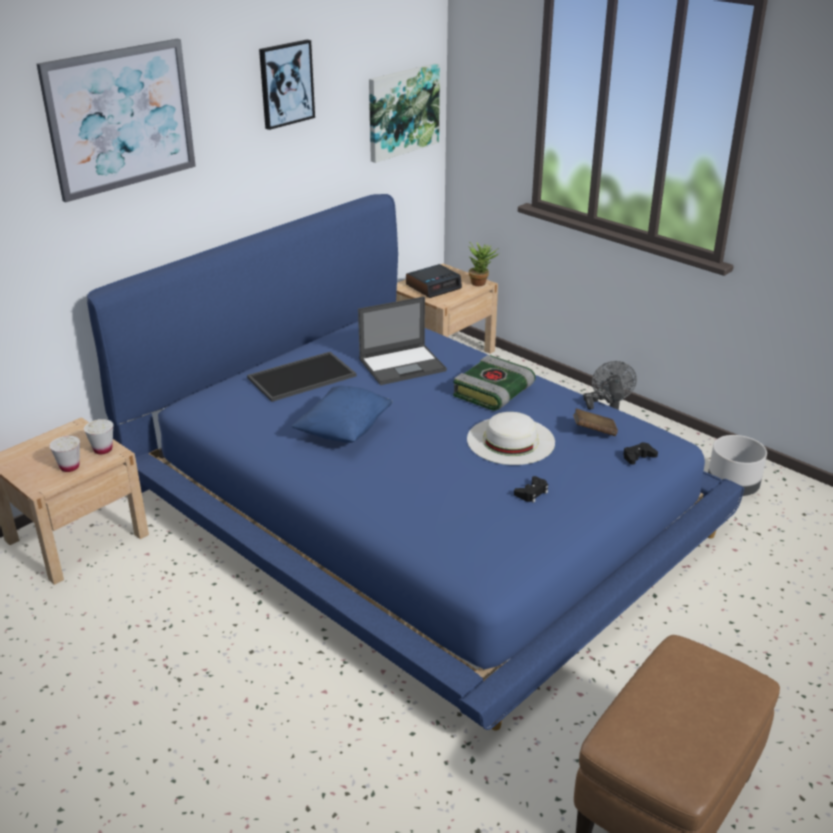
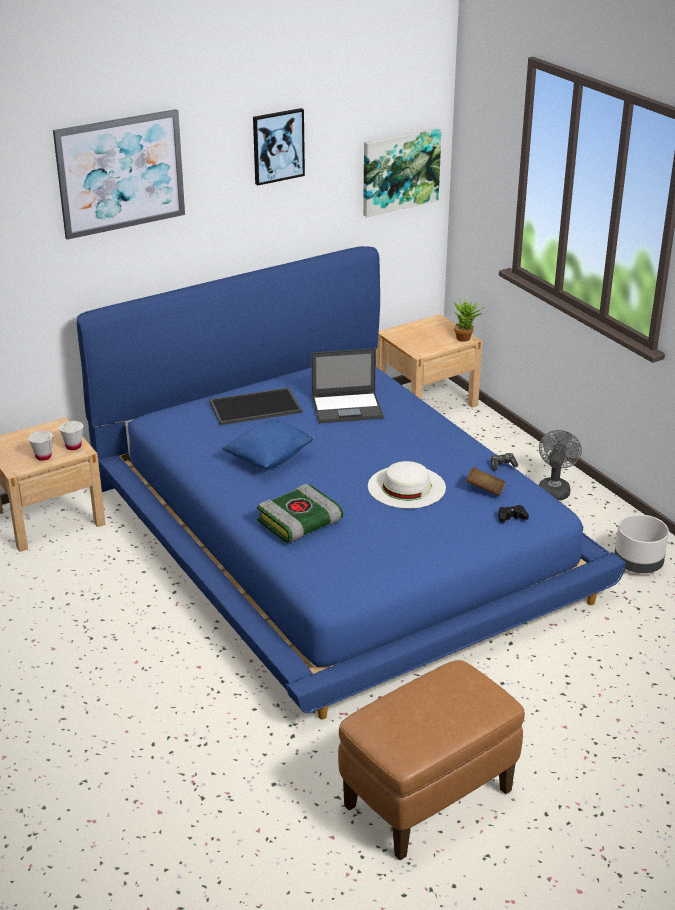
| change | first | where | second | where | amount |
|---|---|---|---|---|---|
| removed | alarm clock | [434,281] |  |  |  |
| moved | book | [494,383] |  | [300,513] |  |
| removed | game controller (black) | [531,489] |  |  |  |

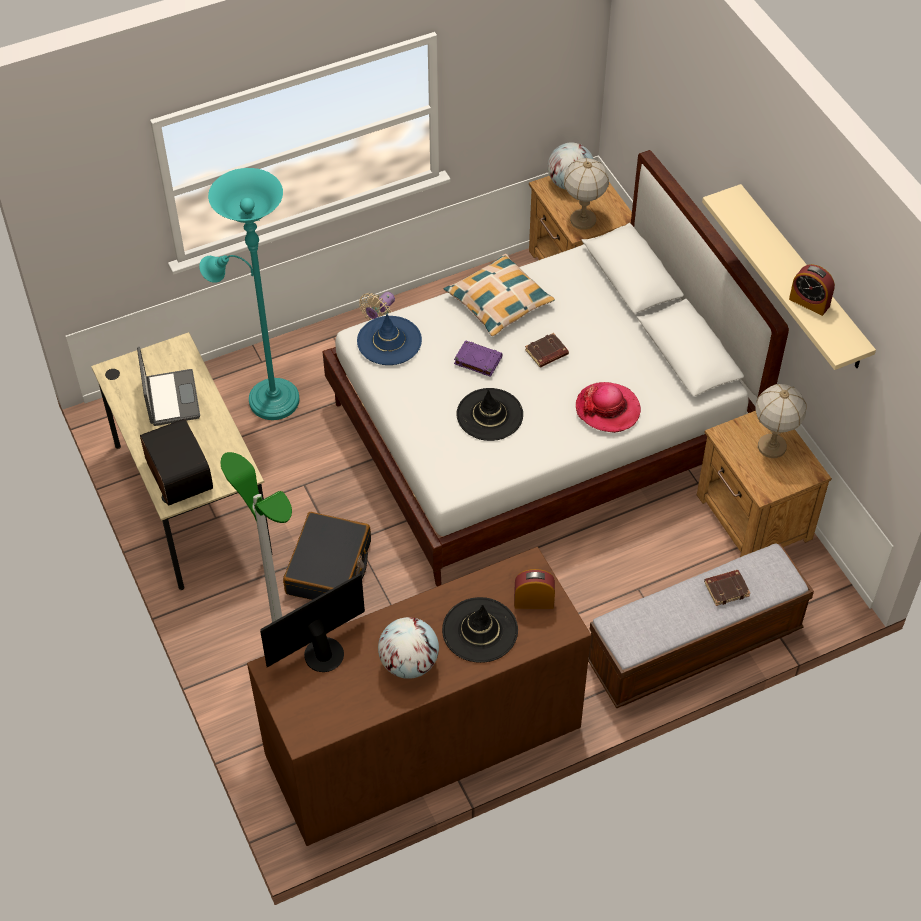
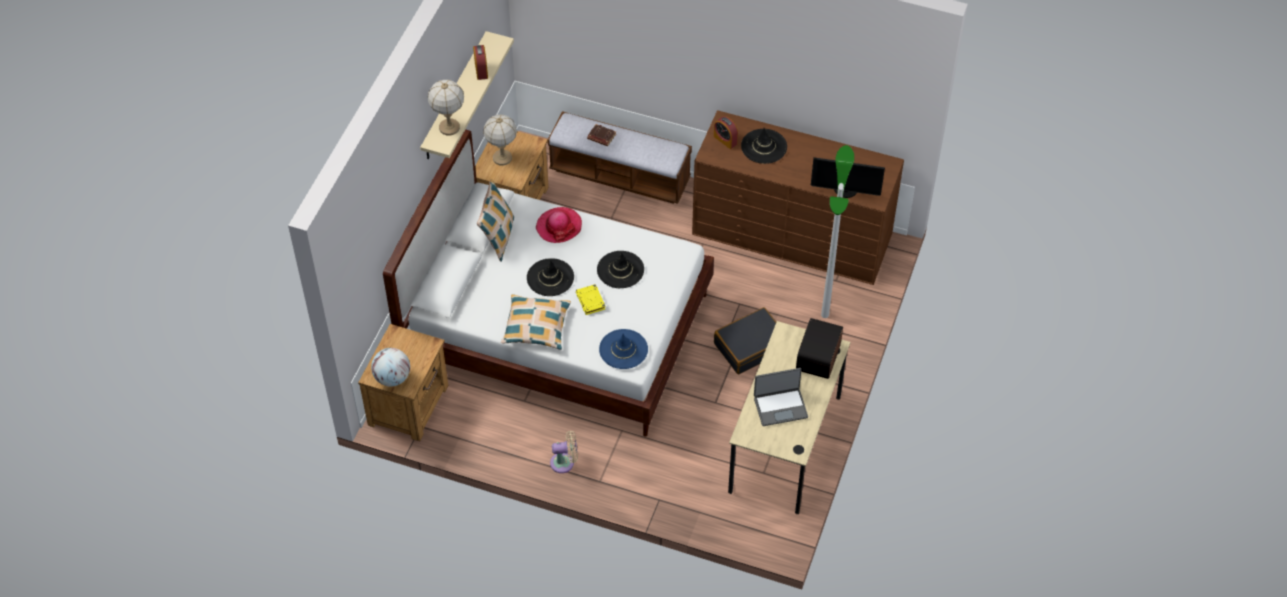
| change | first | where | second | where | amount |
|---|---|---|---|---|---|
| turned | laptop | [168,386] |  | [781,397] | 135 degrees counterclockwise |
| removed | floor lamp (turquoise) | [249,294] |  |  |  |
| removed | globe | [408,648] |  |  |  |
| recoloured | book (purple) | [478,358] | book (yellow) | [591,299] |  |
| replaced | book (brown) | [547,350] | hat (black) | [550,277] |  |
| moved | table lamp | [586,194] |  | [446,108] |  |
| added |  |  | pillow | [495,220] |  |

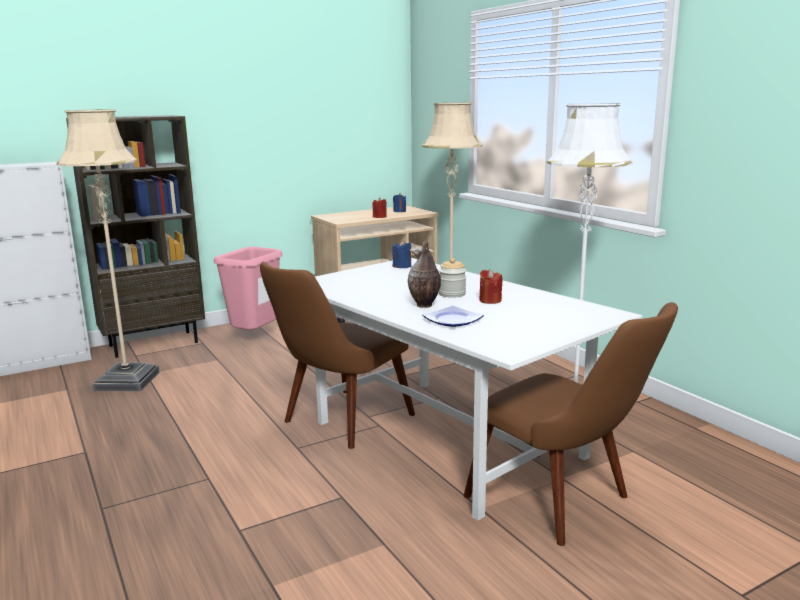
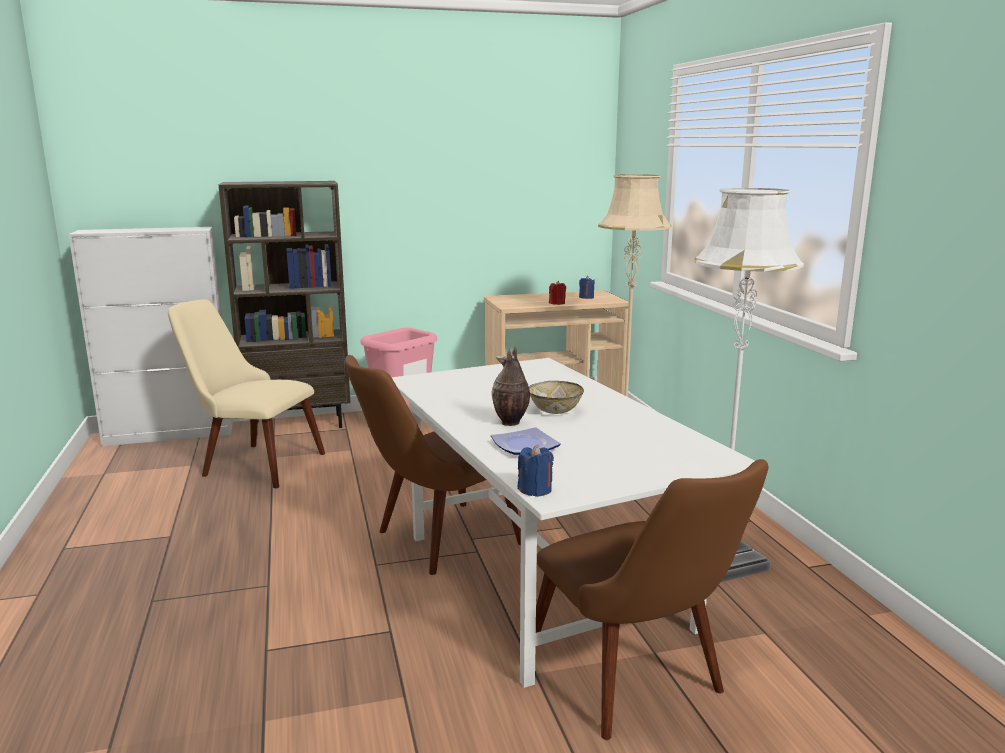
| change | first | where | second | where | amount |
|---|---|---|---|---|---|
| replaced | floor lamp (beige) | [108,250] | chair (beige) | [246,393] |  |
| moved | candle (blue) | [401,254] |  | [536,471] |  |
| replaced | jar | [452,278] | bowl | [556,397] |  |
| removed | candle (red) | [490,286] |  |  |  |

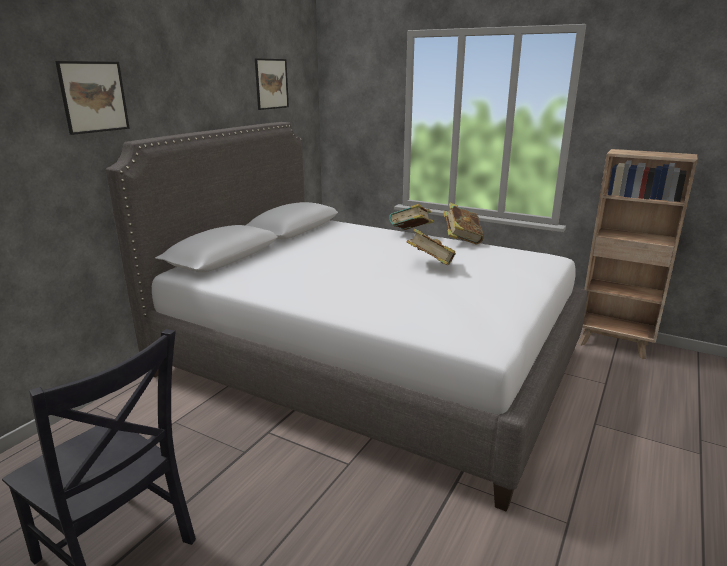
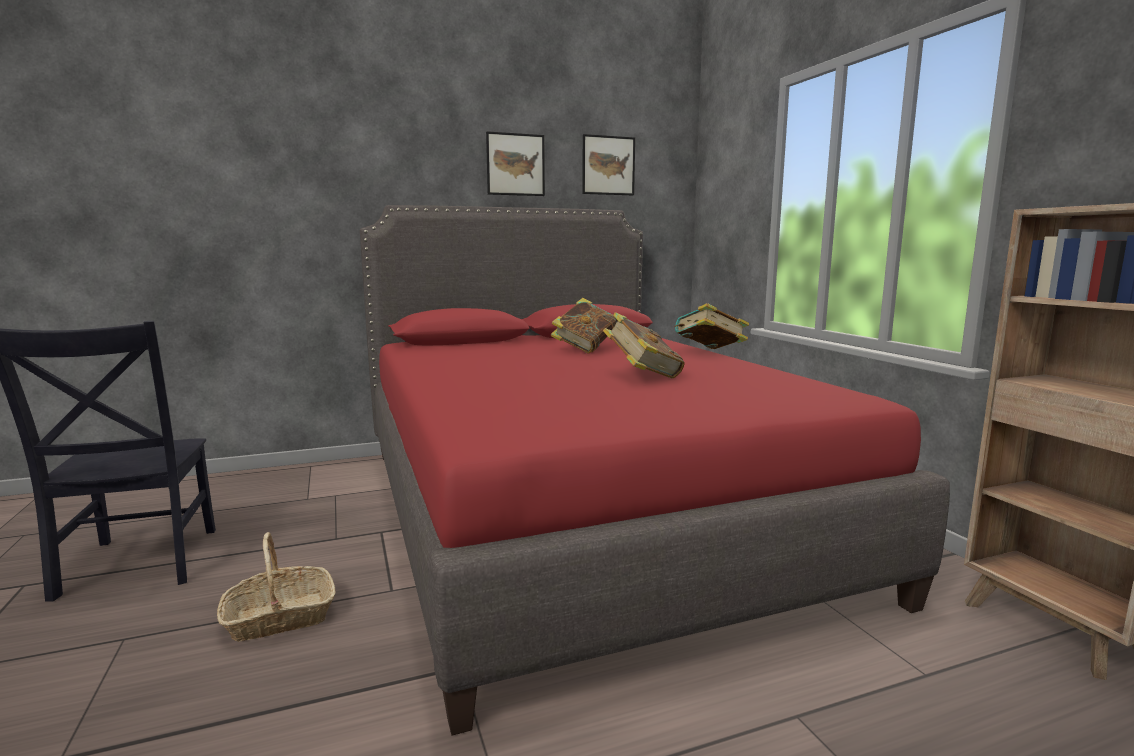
| change | first | where | second | where | amount |
|---|---|---|---|---|---|
| moved | picture | [92,98] |  | [515,163] |  |
| recoloured | bed (grey) | [346,317] | bed (red) | [655,470] |  |
| moved | book | [463,224] |  | [584,325] |  |
| added |  |  | basket | [276,587] |  |

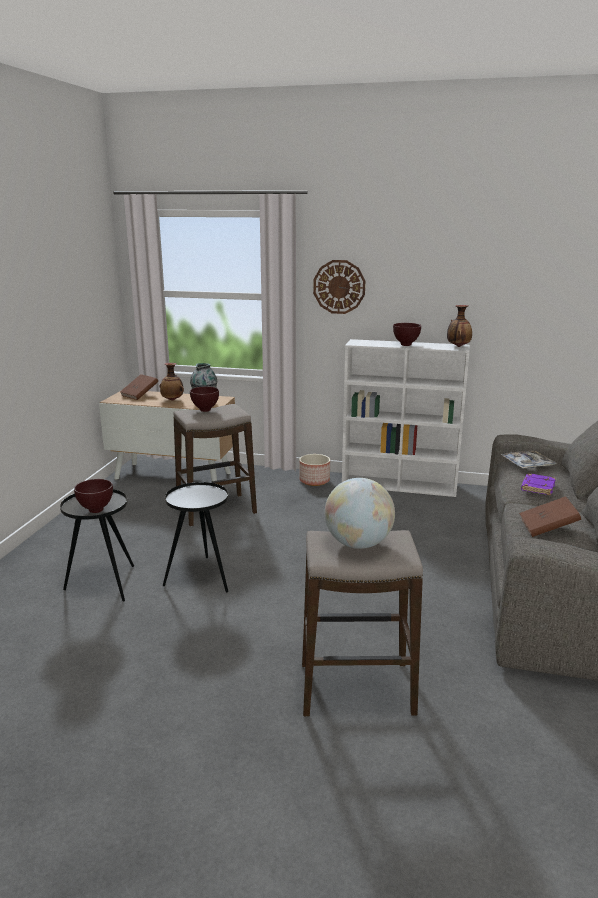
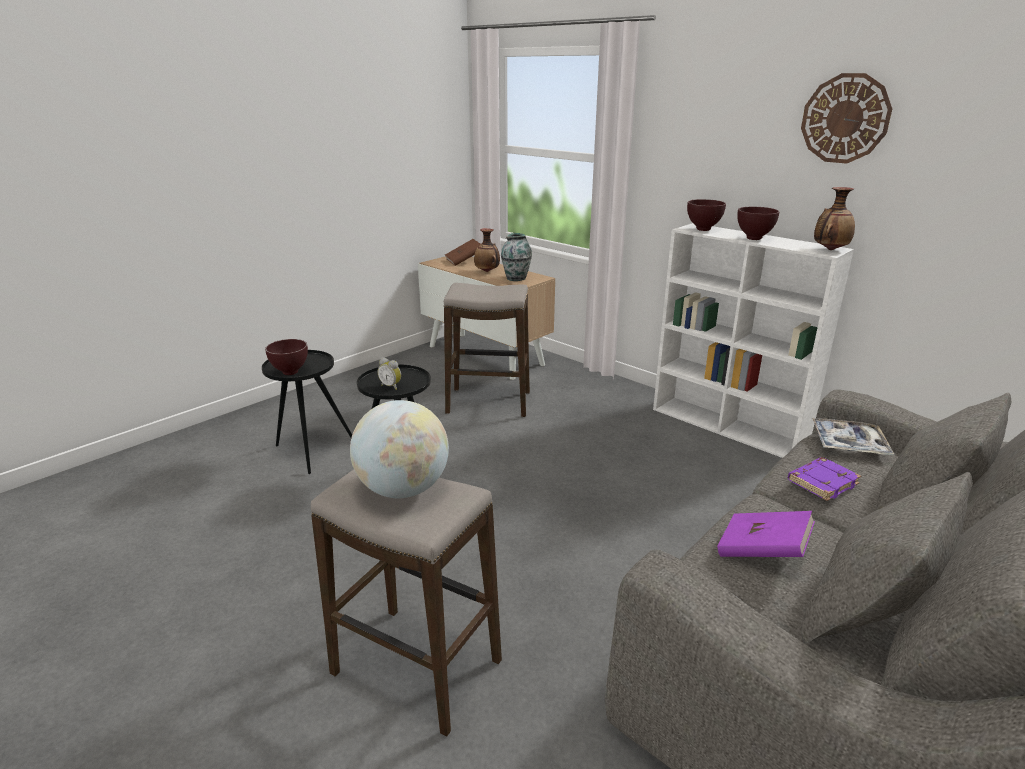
| change | first | where | second | where | amount |
|---|---|---|---|---|---|
| moved | bowl (brown) | [204,399] |  | [706,215] |  |
| removed | planter | [314,470] |  |  |  |
| moved | wall clock | [339,287] |  | [847,118] |  |
| recoloured | book (brown) | [550,516] | book (purple) | [766,534] |  |
| added |  |  | alarm clock | [389,374] |  |

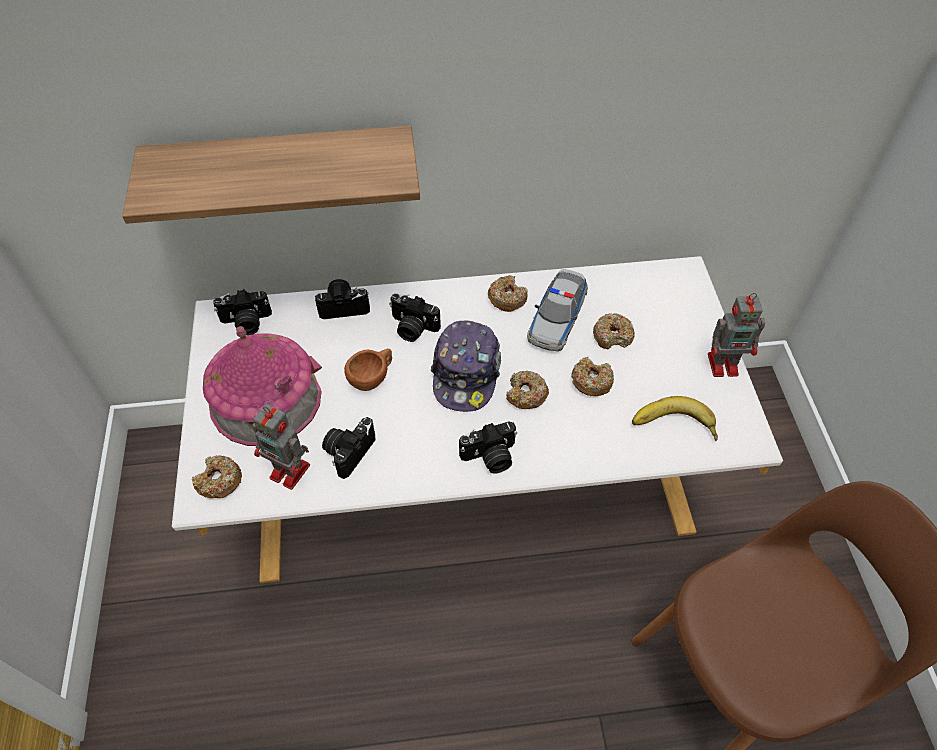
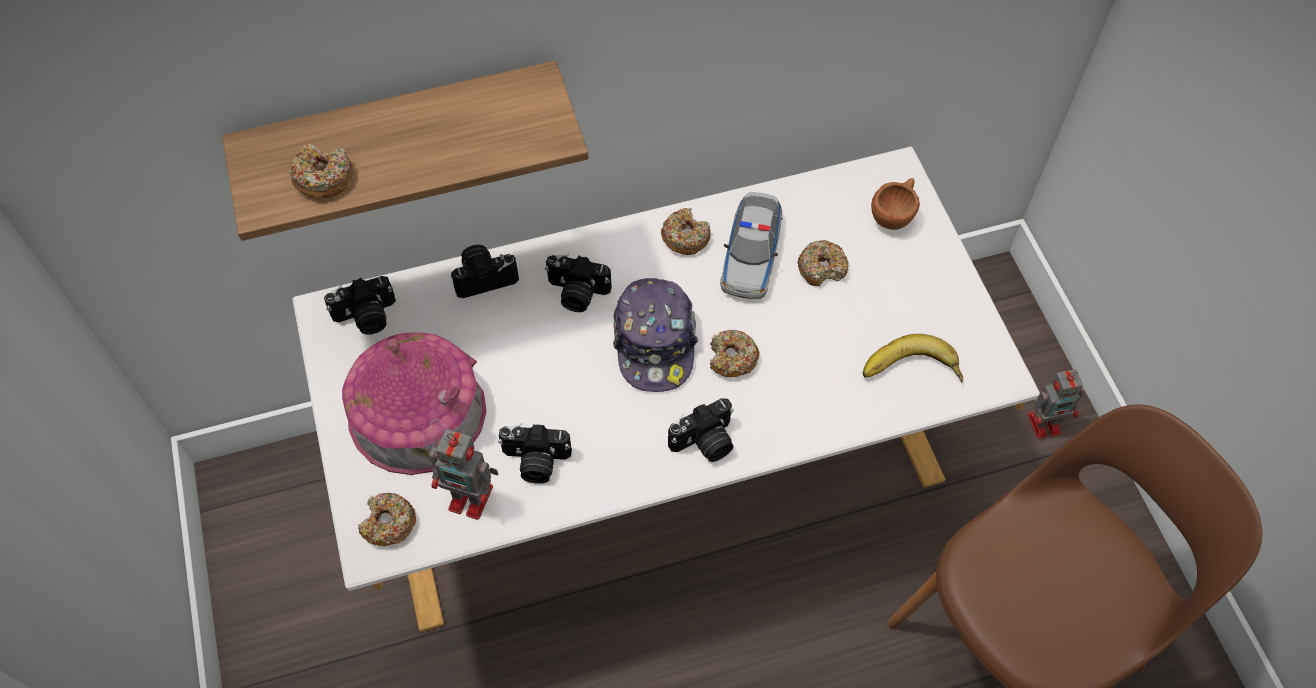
| change | first | where | second | where | amount |
|---|---|---|---|---|---|
| turned | photo camera | [348,448] |  | [535,453] | 105 degrees counterclockwise |
| moved | cup (brown) | [368,370] |  | [895,204] |  |
| moved | donut | [593,376] |  | [321,170] |  |
| moved | toy robot | [736,335] |  | [1056,404] |  |

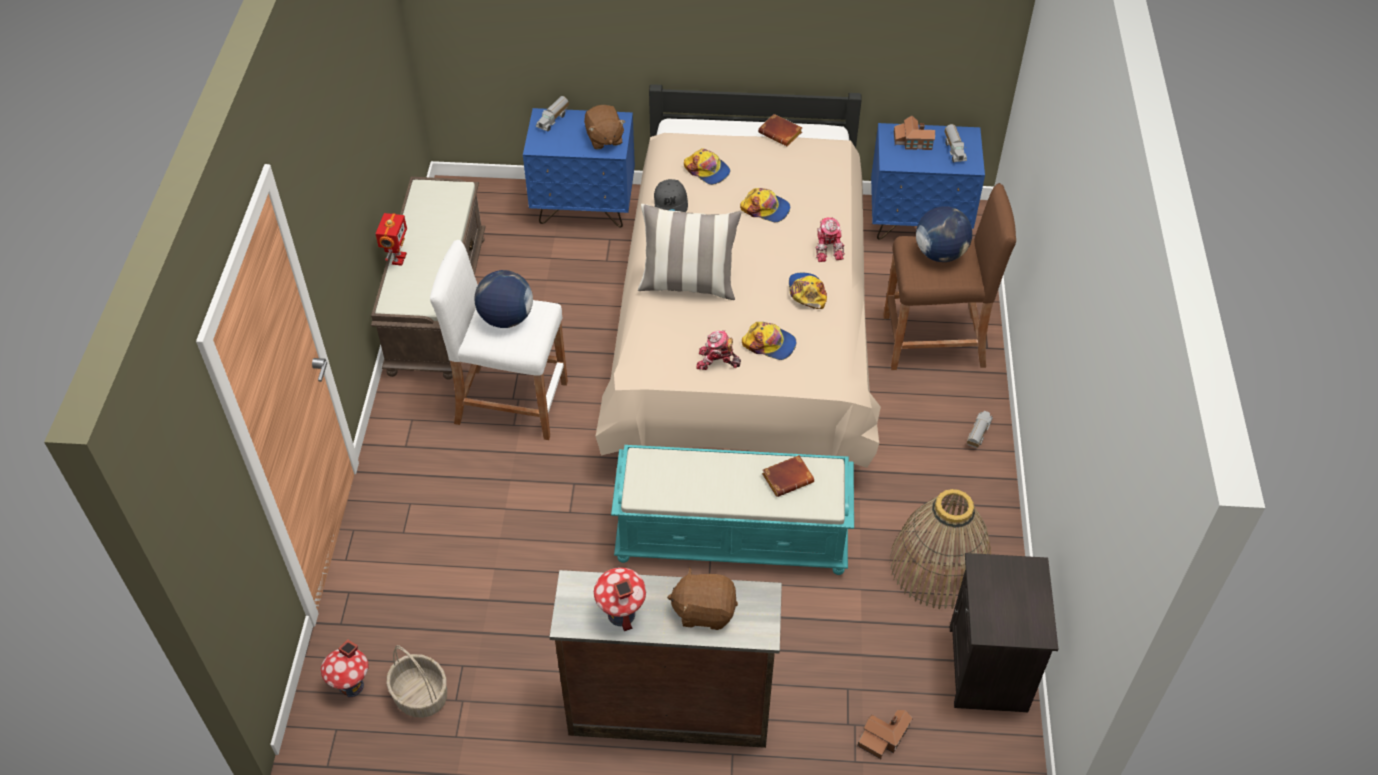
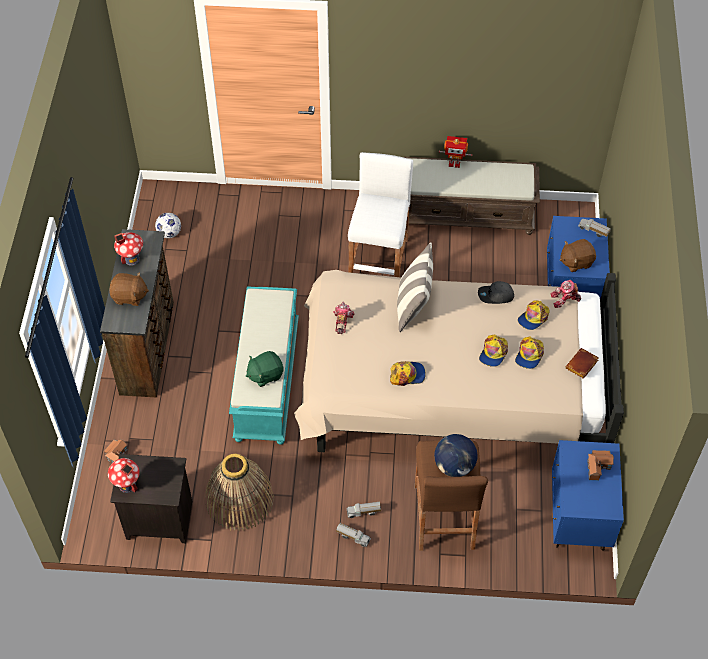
| change | first | where | second | where | amount |
|---|---|---|---|---|---|
| moved | toy house | [345,668] |  | [124,475] |  |
| replaced | basket | [416,681] | football | [168,225] |  |
| removed | globe | [504,299] |  |  |  |
| turned | plush toy (brown) | [702,598] |  | [129,289] | 90 degrees clockwise |
| moved | cap | [769,341] |  | [529,353] |  |
| replaced | book (brown) | [788,476] | plush toy (green) | [265,369] |  |
| moved | toy robot | [830,239] |  | [566,294] |  |
| moved | toy truck | [956,143] |  | [364,510] |  |

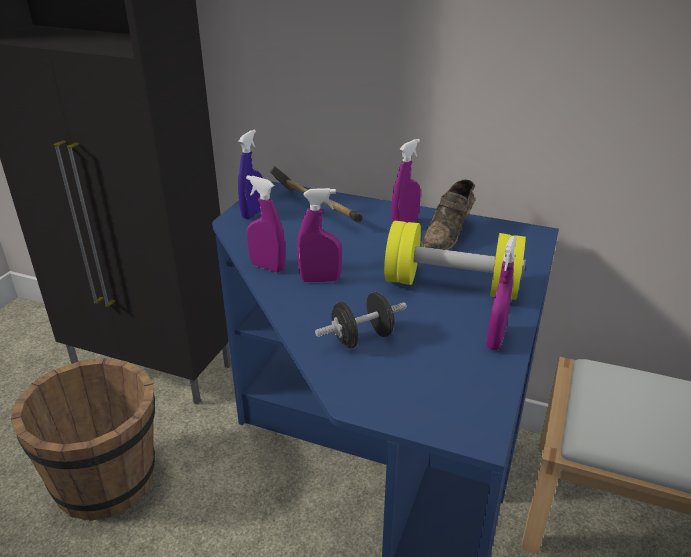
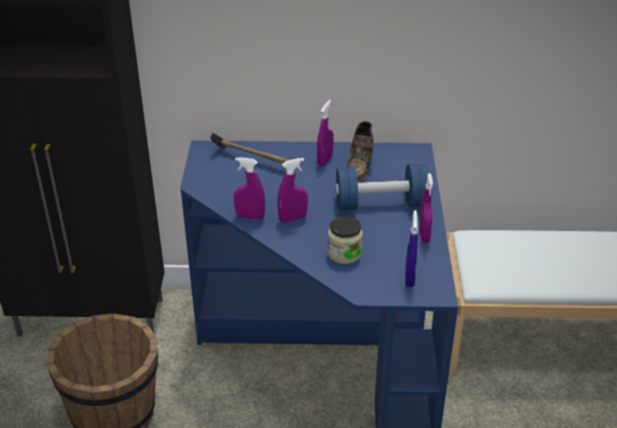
| change | first | where | second | where | amount |
|---|---|---|---|---|---|
| moved | spray bottle (blue) | [250,174] |  | [411,248] |  |
| replaced | dumbbell (black) | [361,320] | jar | [345,240] |  |
| recoloured | dumbbell (yellow) | [455,260] | dumbbell (blue) | [382,187] |  |

